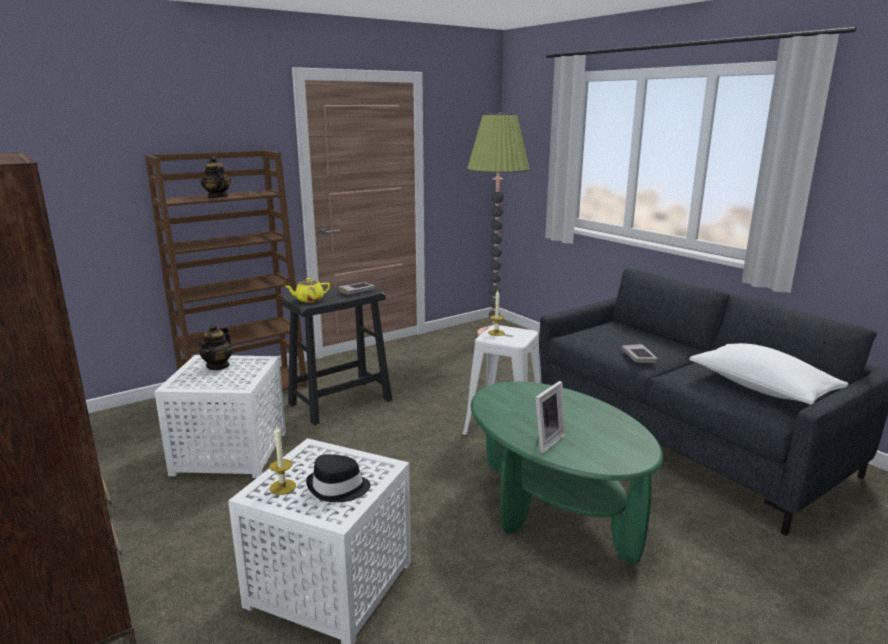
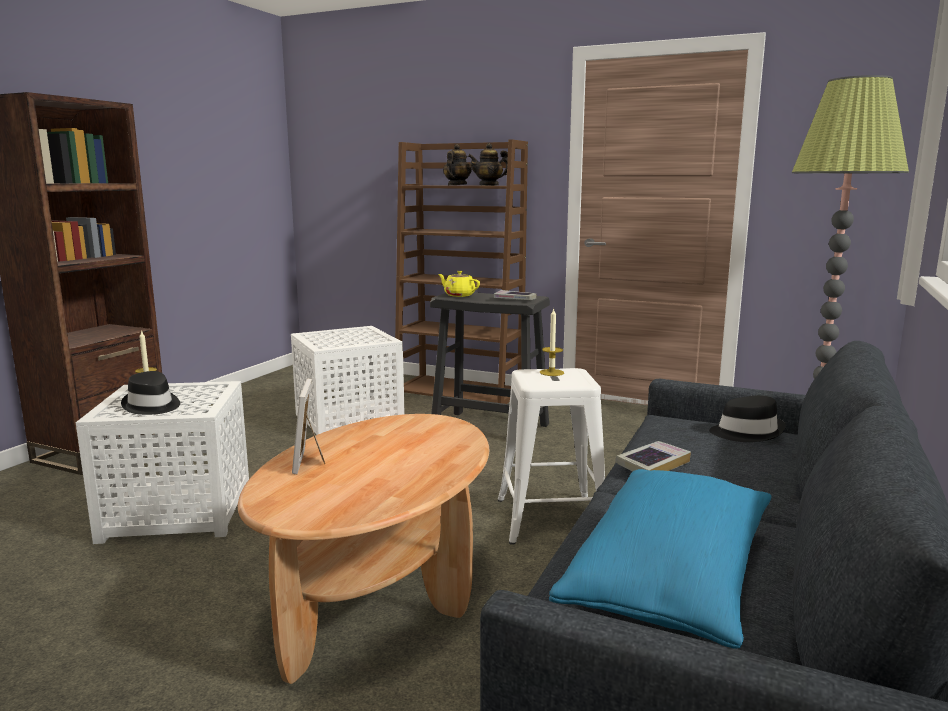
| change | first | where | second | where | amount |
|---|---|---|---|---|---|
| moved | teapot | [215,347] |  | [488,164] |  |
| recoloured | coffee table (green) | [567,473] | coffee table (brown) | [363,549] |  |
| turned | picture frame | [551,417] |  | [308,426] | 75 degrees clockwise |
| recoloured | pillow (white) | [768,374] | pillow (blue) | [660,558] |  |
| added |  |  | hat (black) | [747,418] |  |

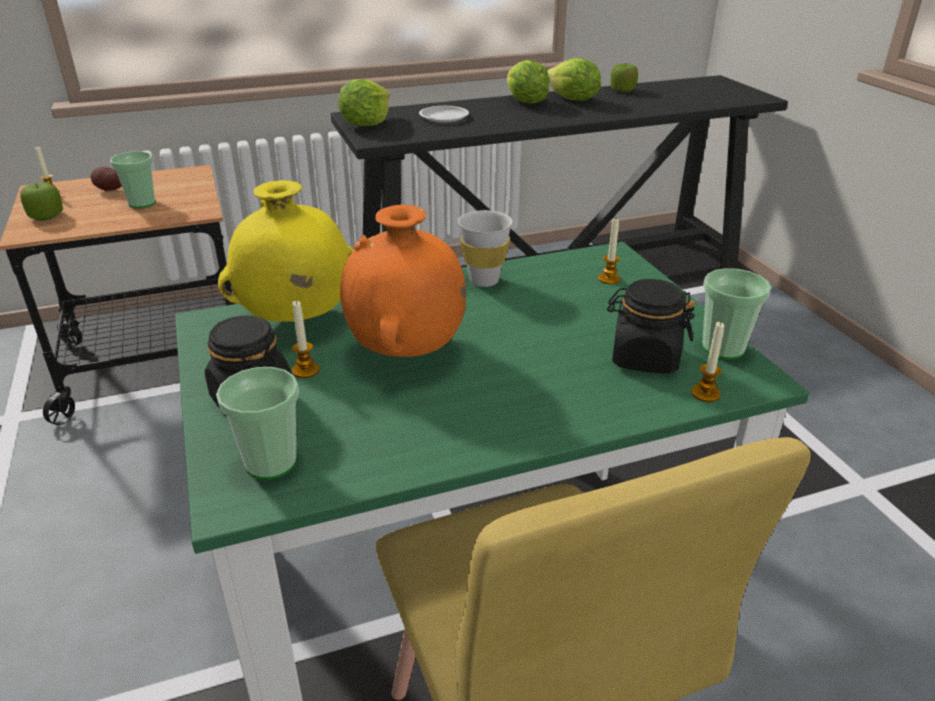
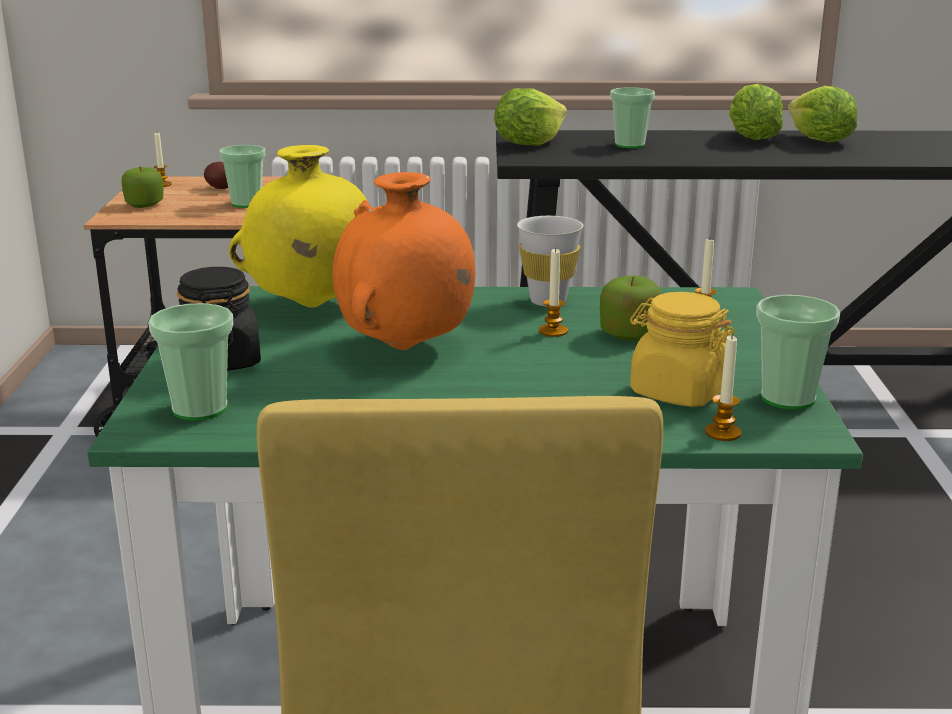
| change | first | where | second | where | amount |
|---|---|---|---|---|---|
| moved | candle | [305,339] |  | [553,292] |  |
| replaced | plate (white) | [444,114] | cup | [632,118] |  |
| recoloured | jar (black) | [651,326] | jar (yellow) | [682,349] |  |
| moved | apple | [624,77] |  | [630,308] |  |

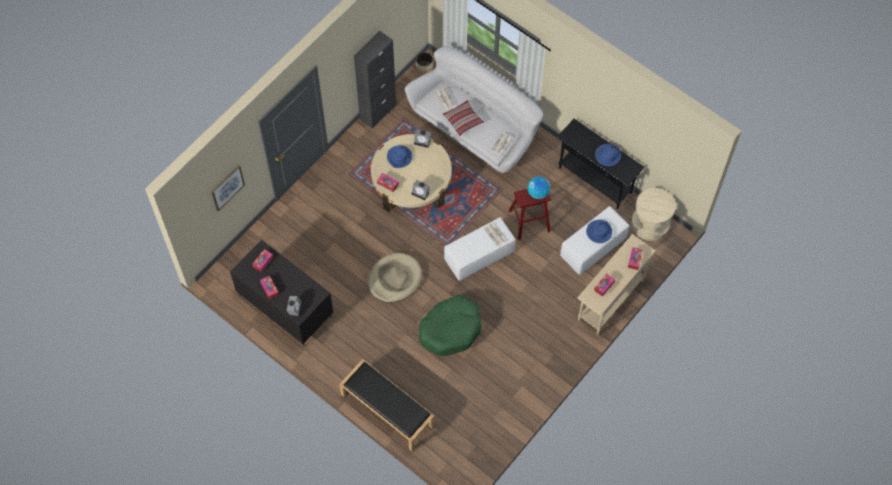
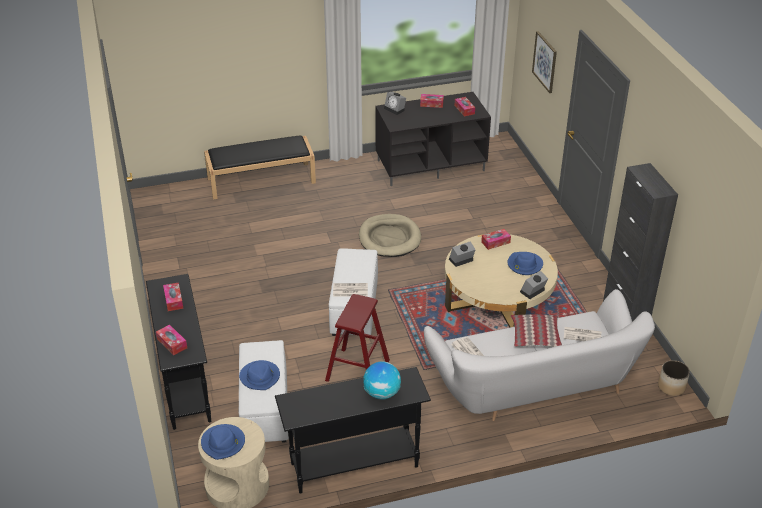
| change | first | where | second | where | amount |
|---|---|---|---|---|---|
| removed | dog bed (green) | [450,325] |  |  |  |
| moved | globe | [539,187] |  | [382,380] |  |
| recoloured | console table (beige) | [616,284] | console table (black) | [178,352] |  |
| moved | hat (blue) | [608,155] |  | [223,442] |  |

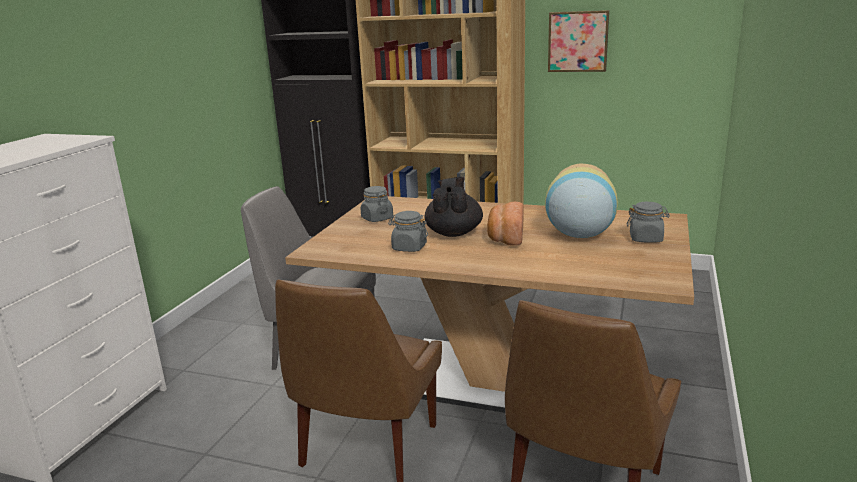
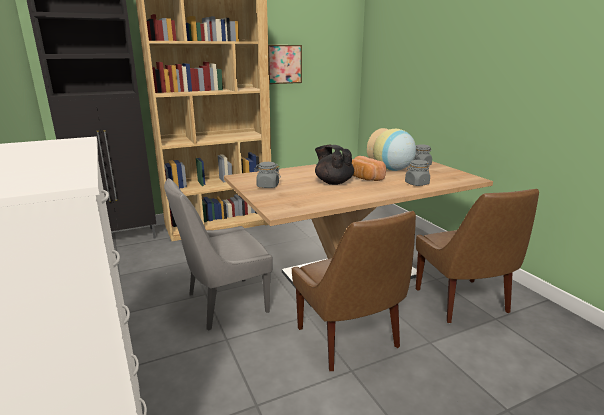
| change | first | where | second | where | amount |
|---|---|---|---|---|---|
| moved | jar (grey) | [408,231] |  | [417,173] |  |

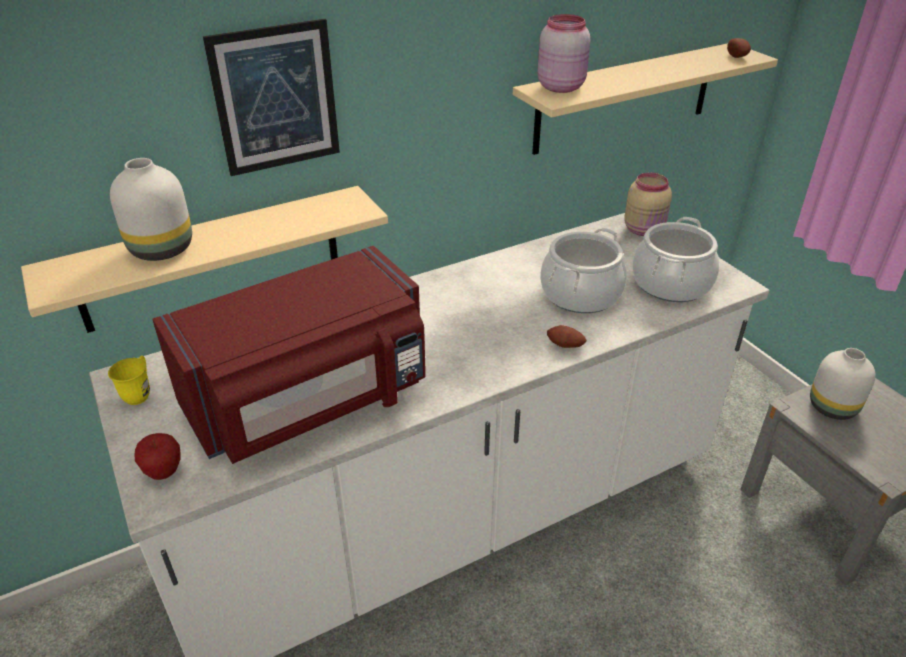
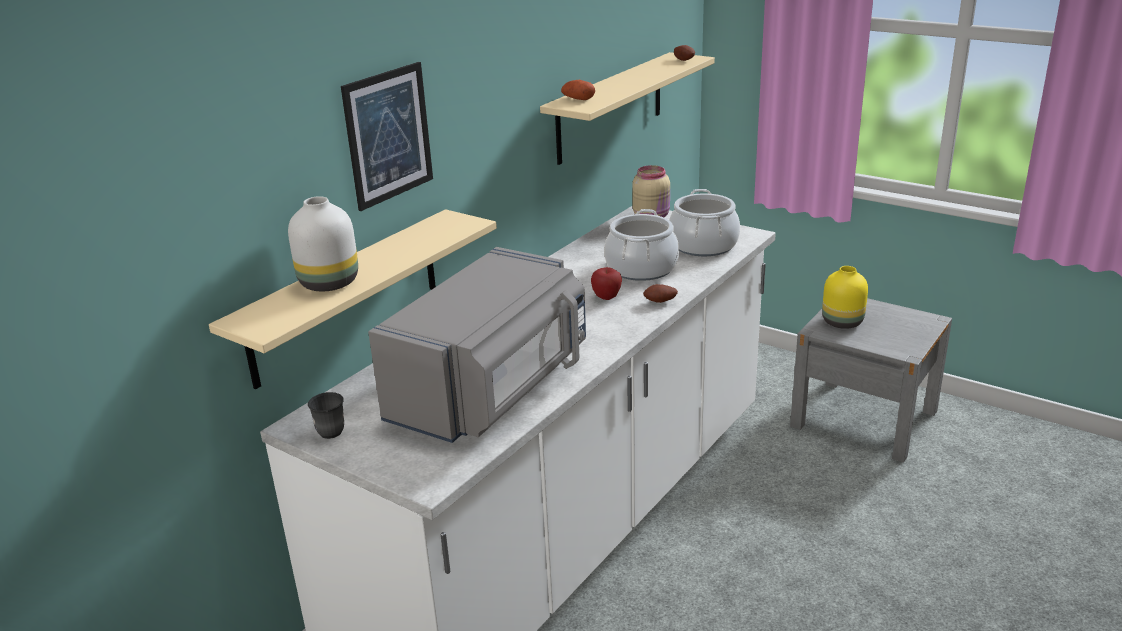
| change | first | where | second | where | amount |
|---|---|---|---|---|---|
| recoloured | mug (yellow) | [129,380] | mug (grey) | [326,415] |  |
| moved | apple | [157,456] |  | [606,283] |  |
| recoloured | microwave (red) | [289,355] | microwave (grey) | [477,345] |  |
| replaced | jar (pink) | [563,53] | potato | [578,90] |  |
| recoloured | vase (white) | [842,384] | vase (yellow) | [845,297] |  |

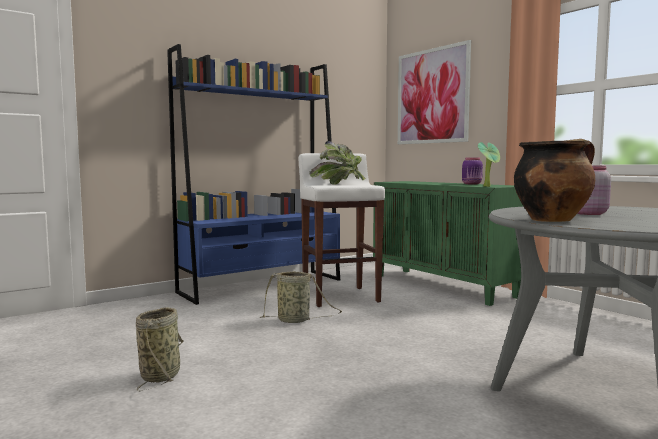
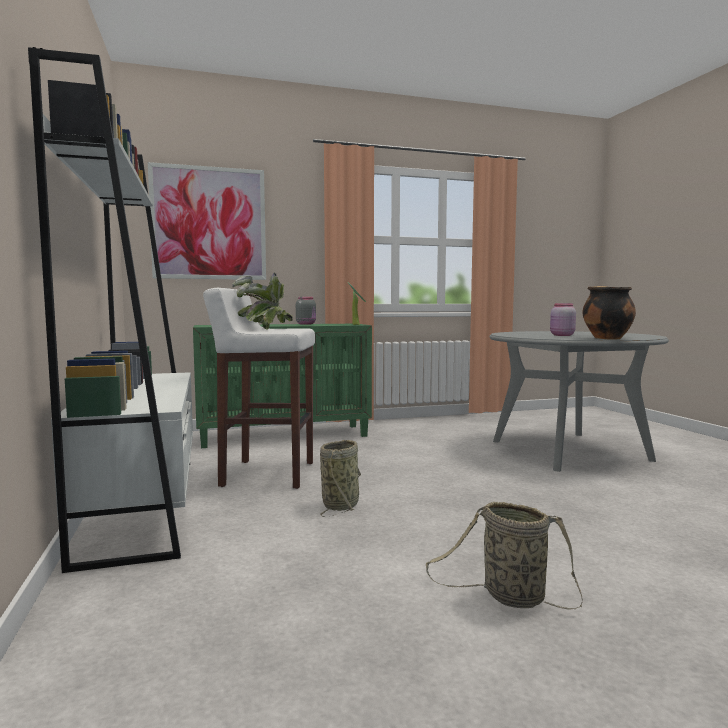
| change | first | where | second | where | amount |
|---|---|---|---|---|---|
| recoloured | bookcase (blue) | [253,174] | bookcase (white) | [110,310] |  |
| recoloured | jar (purple) | [472,170] | jar (grey) | [306,310] |  |

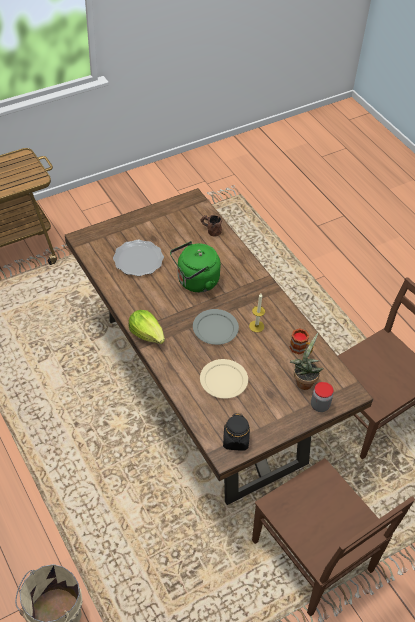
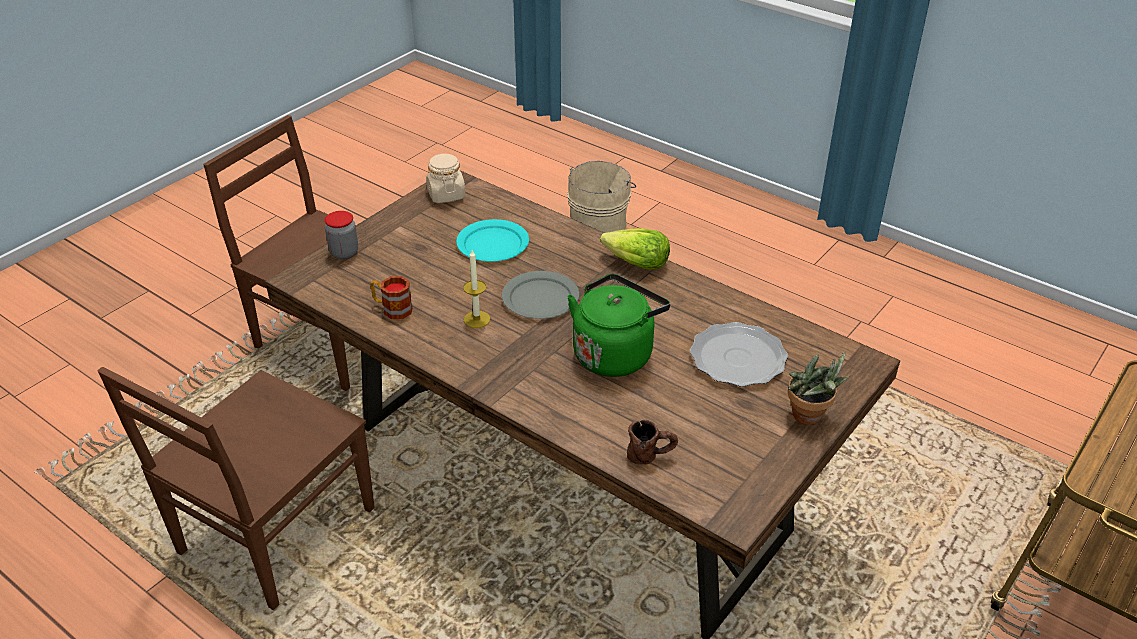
| change | first | where | second | where | amount |
|---|---|---|---|---|---|
| recoloured | plate (beige) | [224,379] | plate (turquoise) | [492,240] |  |
| recoloured | jar (black) | [236,432] | jar (beige) | [446,178] |  |
| moved | potted plant | [307,361] |  | [818,388] |  |

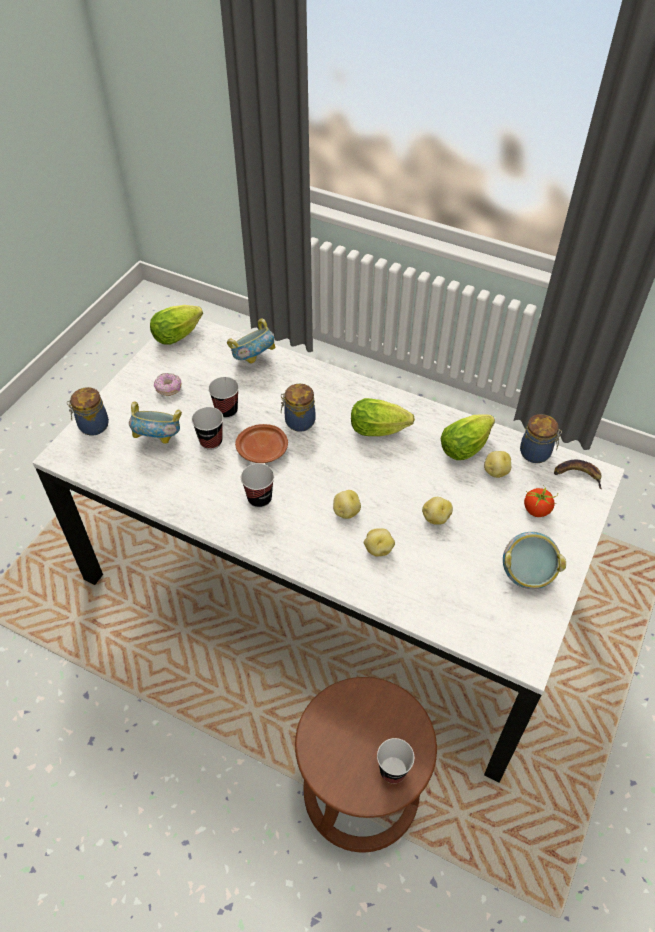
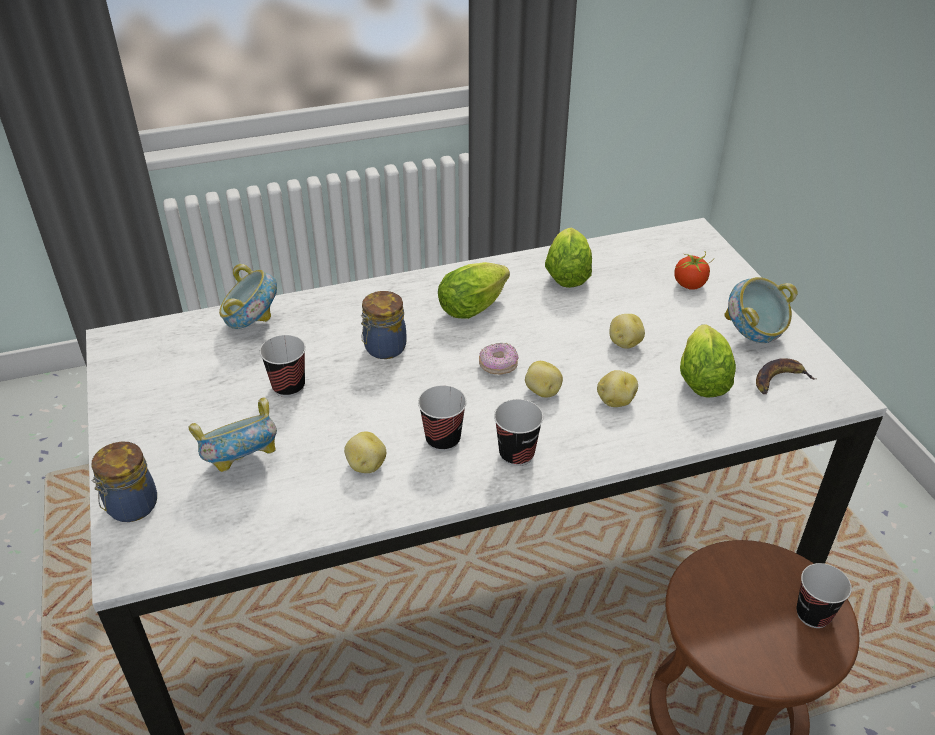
| change | first | where | second | where | amount |
|---|---|---|---|---|---|
| moved | lettuce | [176,324] |  | [708,361] |  |
| moved | donut | [168,384] |  | [499,358] |  |
| moved | cup | [207,428] |  | [518,432] |  |
| removed | plate (brown) | [261,443] |  |  |  |
| moved | potato | [497,464] |  | [365,452] |  |
| removed | jar | [541,438] |  |  |  |
| moved | banana | [578,474] |  | [785,376] |  |

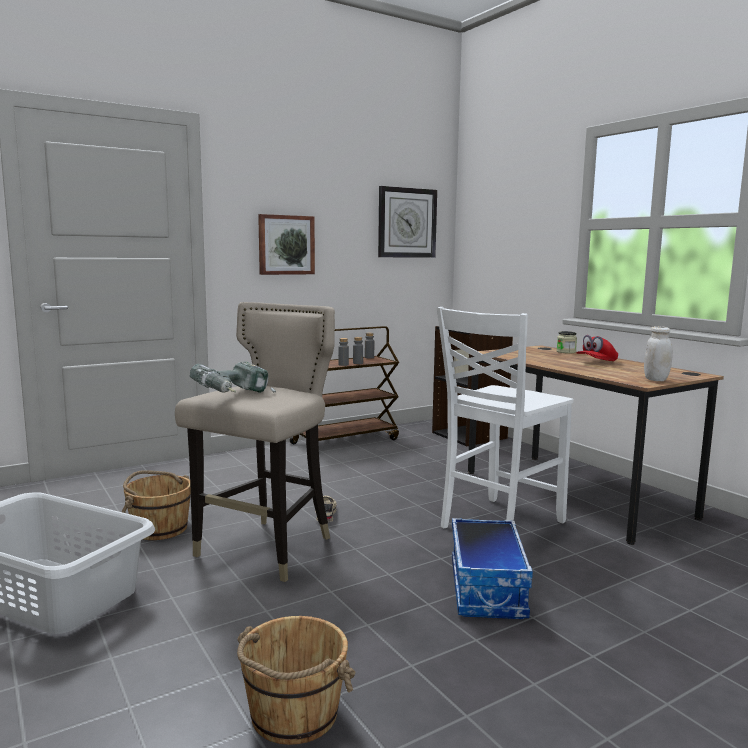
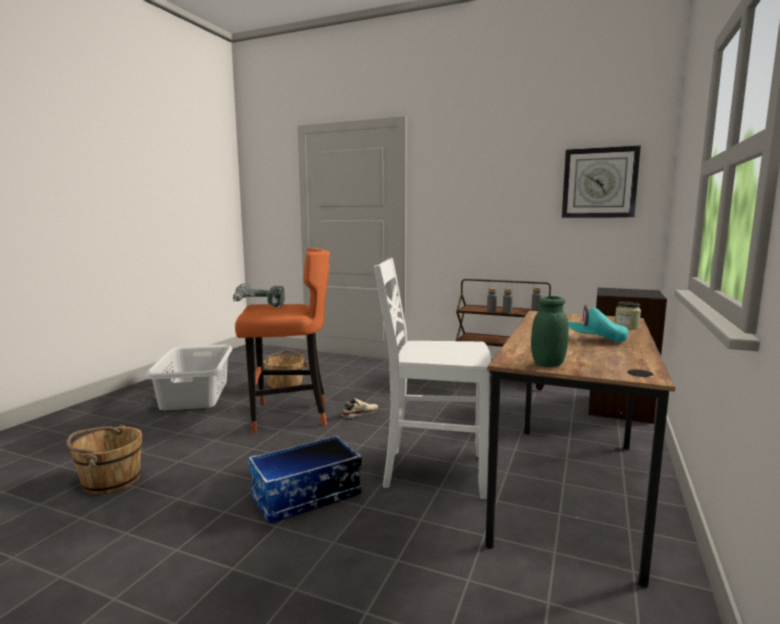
| change | first | where | second | where | amount |
|---|---|---|---|---|---|
| recoloured | stool (beige) | [255,442] | stool (orange) | [282,341] |  |
| removed | picture | [286,244] |  |  |  |
| recoloured | cap (red) | [597,348] | cap (turquoise) | [598,324] |  |
| recoloured | jar (white) | [658,353] | jar (green) | [550,331] |  |

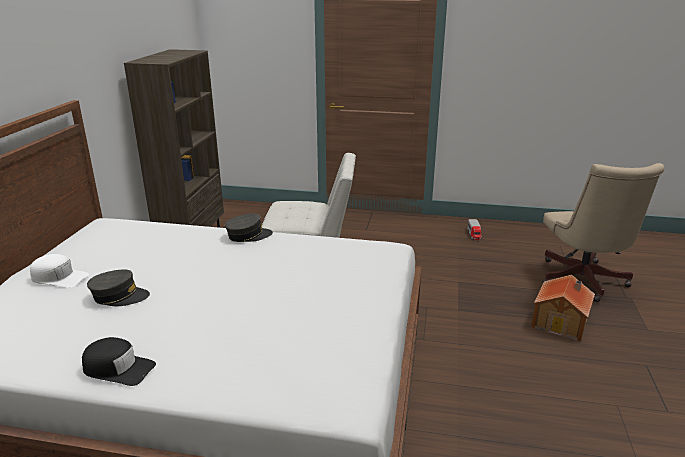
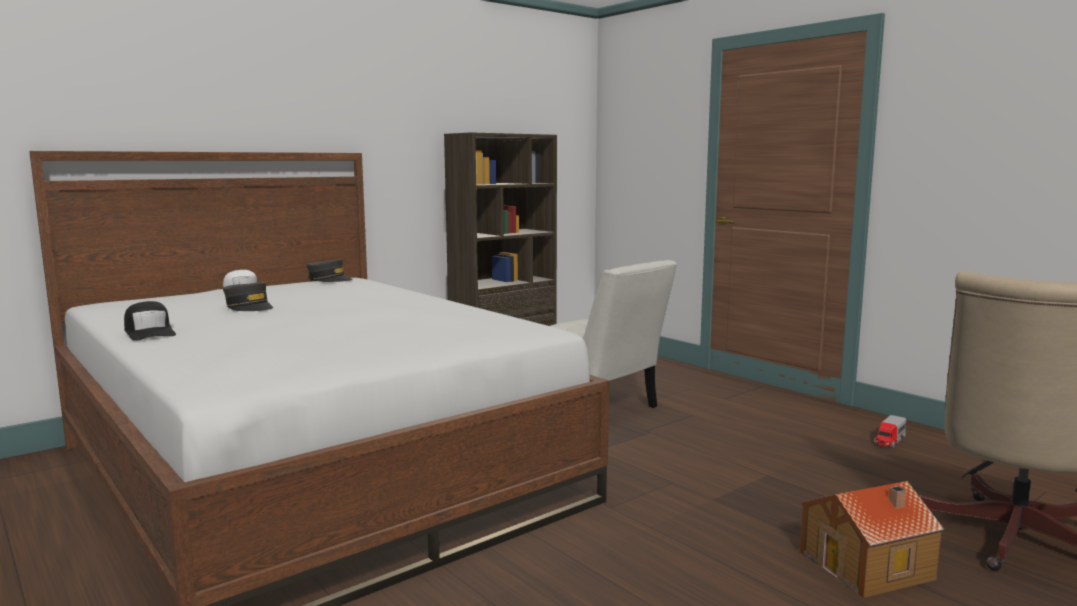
| change | first | where | second | where | amount |
|---|---|---|---|---|---|
| moved | cap (grey) | [249,227] |  | [329,270] |  |

